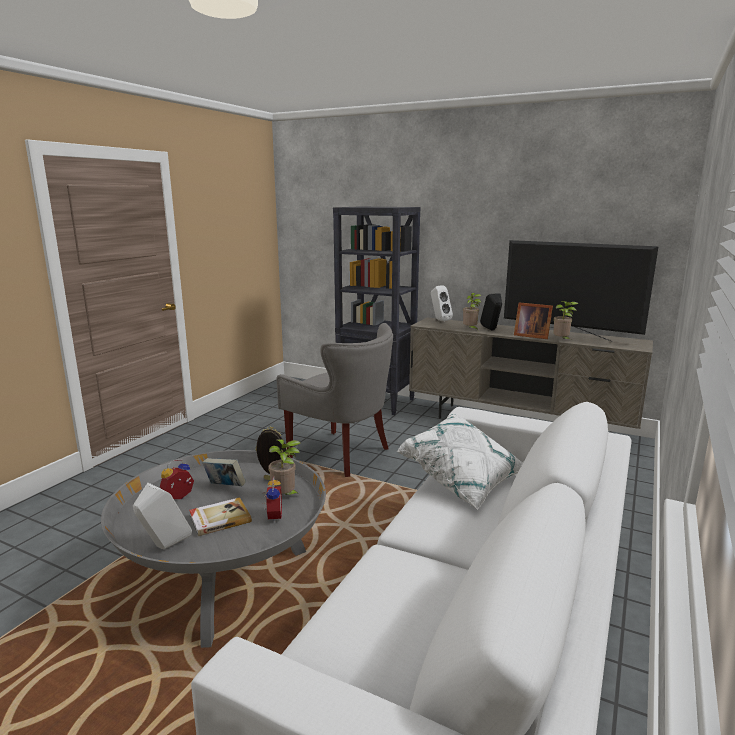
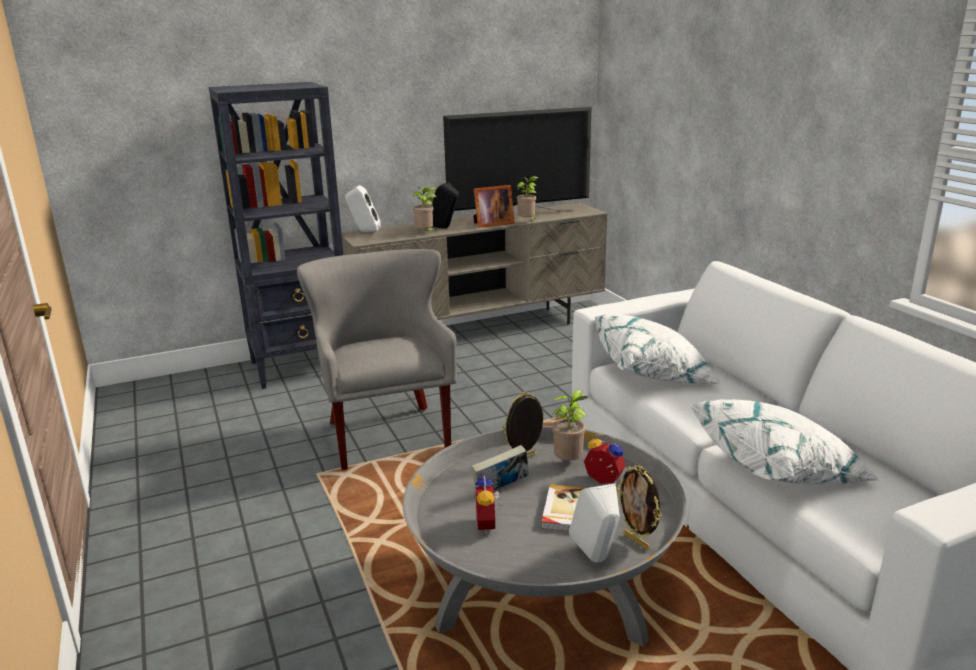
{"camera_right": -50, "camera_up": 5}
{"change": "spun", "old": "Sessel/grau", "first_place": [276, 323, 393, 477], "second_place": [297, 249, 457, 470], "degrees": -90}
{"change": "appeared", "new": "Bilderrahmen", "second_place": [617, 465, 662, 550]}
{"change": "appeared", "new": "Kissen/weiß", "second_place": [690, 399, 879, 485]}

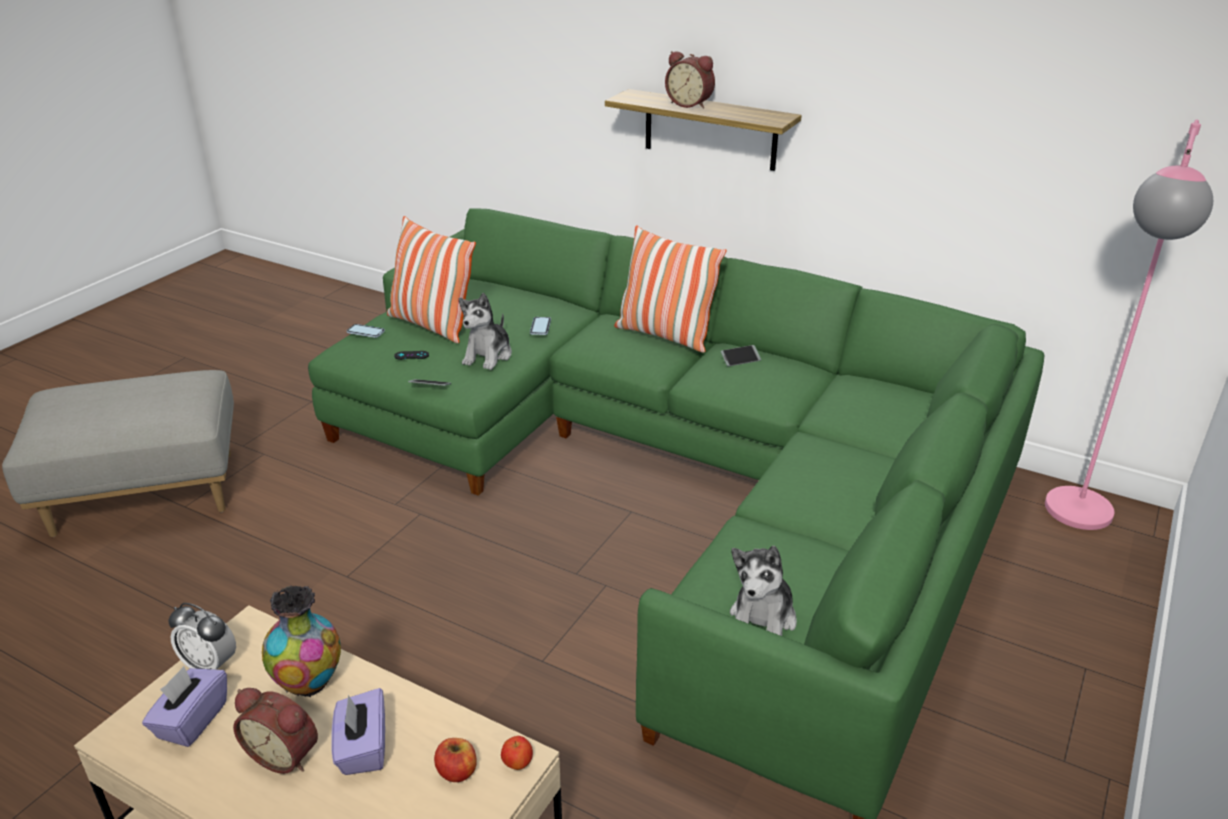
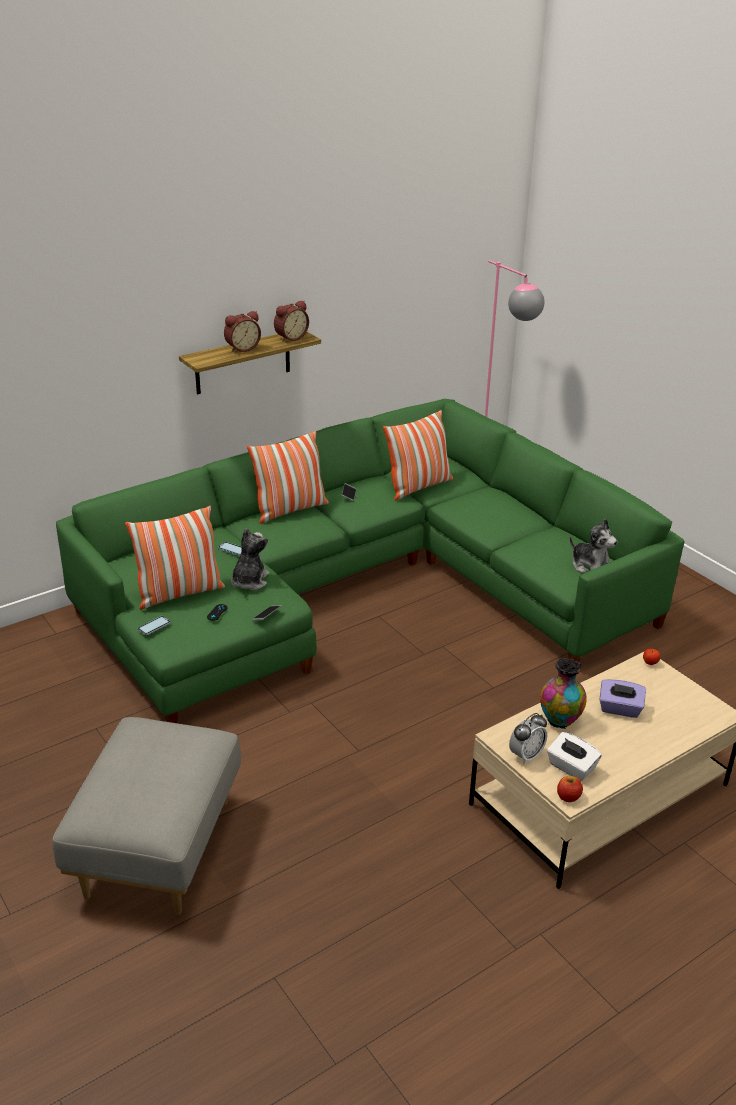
{"camera_right": -65, "camera_up": 0}
{"change": "colour", "old": "Taschentuchbox/lila", "new": "Taschentuchbox/weiß", "first_place": [142, 666, 227, 747], "second_place": [547, 732, 602, 781]}
{"change": "relocated", "old": "Wecker", "first_place": [233, 688, 318, 774], "second_place": [274, 301, 309, 342]}
{"change": "relocated", "old": "Apfel", "first_place": [434, 738, 477, 782], "second_place": [557, 776, 583, 802]}
{"change": "spun", "old": "Plüschtier", "first_place": [459, 293, 512, 370], "second_place": [231, 528, 269, 591], "degrees": -120}
{"change": "appeared", "new": "Kissen", "second_place": [383, 410, 453, 501]}

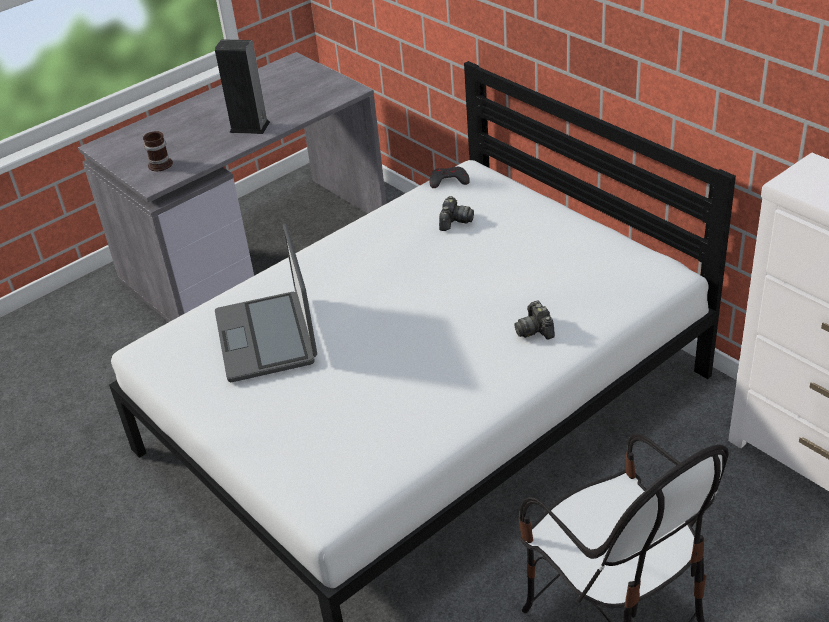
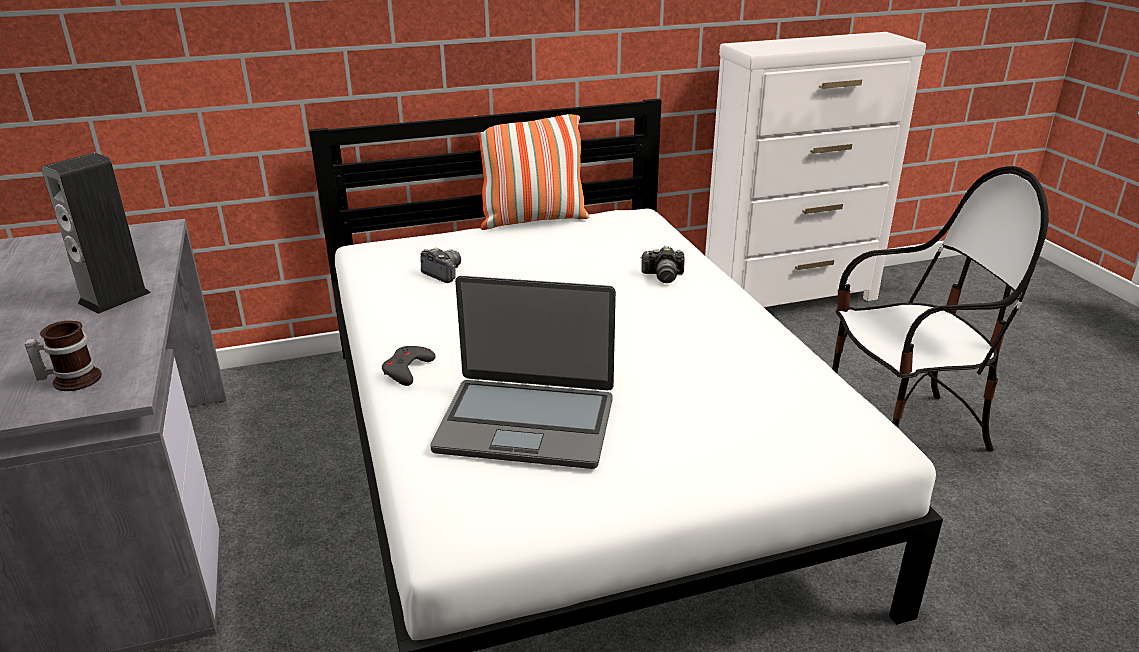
{"camera_right": -70, "camera_up": -10}
{"change": "relocated", "old": "Gamepad/grau", "first_place": [429, 167, 470, 188], "second_place": [382, 346, 436, 386]}
{"change": "appeared", "new": "Kissen", "second_place": [474, 114, 589, 230]}

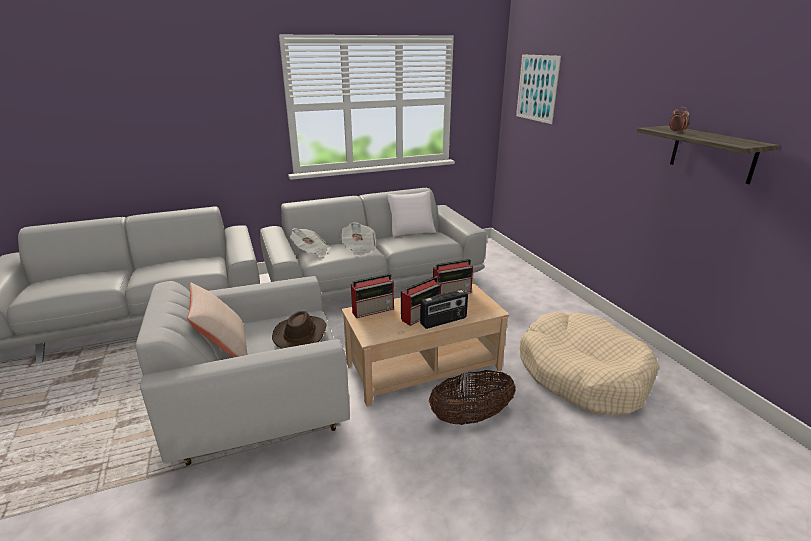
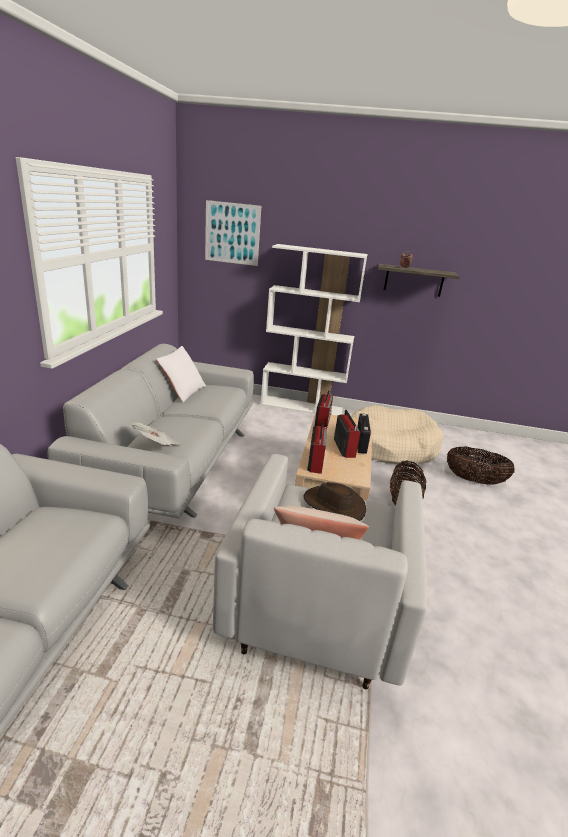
{"camera_right": -60, "camera_up": 0}
{"change": "missing", "old": "Zeitung", "first_place": [341, 222, 376, 256]}
{"change": "appeared", "new": "Bücherregal/weiß", "second_place": [261, 244, 368, 415]}
{"change": "appeared", "new": "Korb", "second_place": [447, 447, 515, 484]}

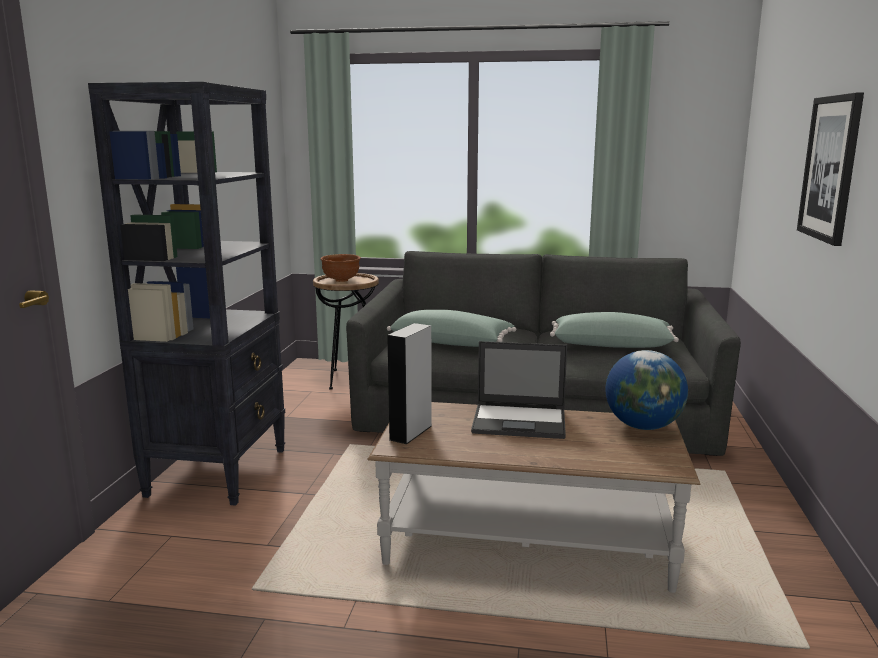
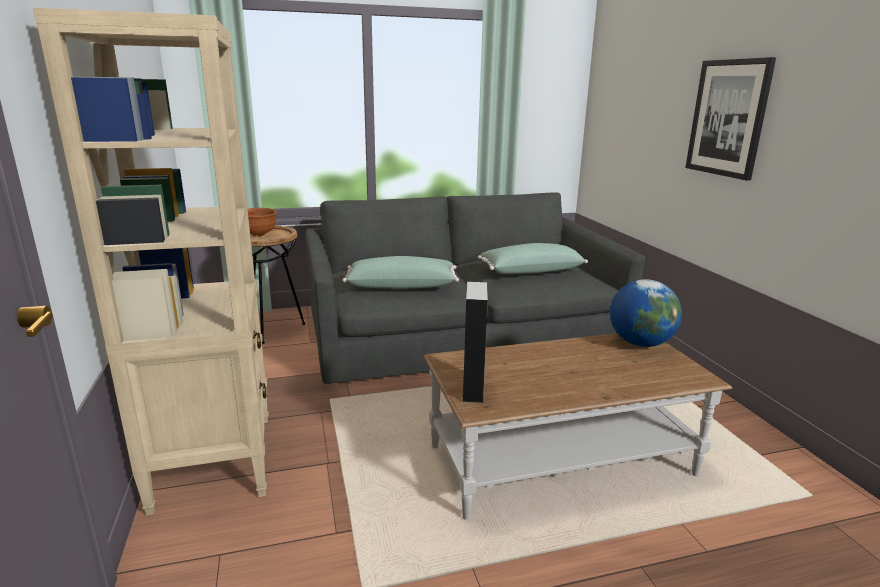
{"camera_right": -25, "camera_up": 5}
{"change": "colour", "old": "Bücherregal/schwarz", "new": "Bücherregal/beige", "first_place": [88, 82, 285, 506], "second_place": [33, 8, 268, 515]}
{"change": "missing", "old": "Laptop", "first_place": [471, 341, 567, 439]}

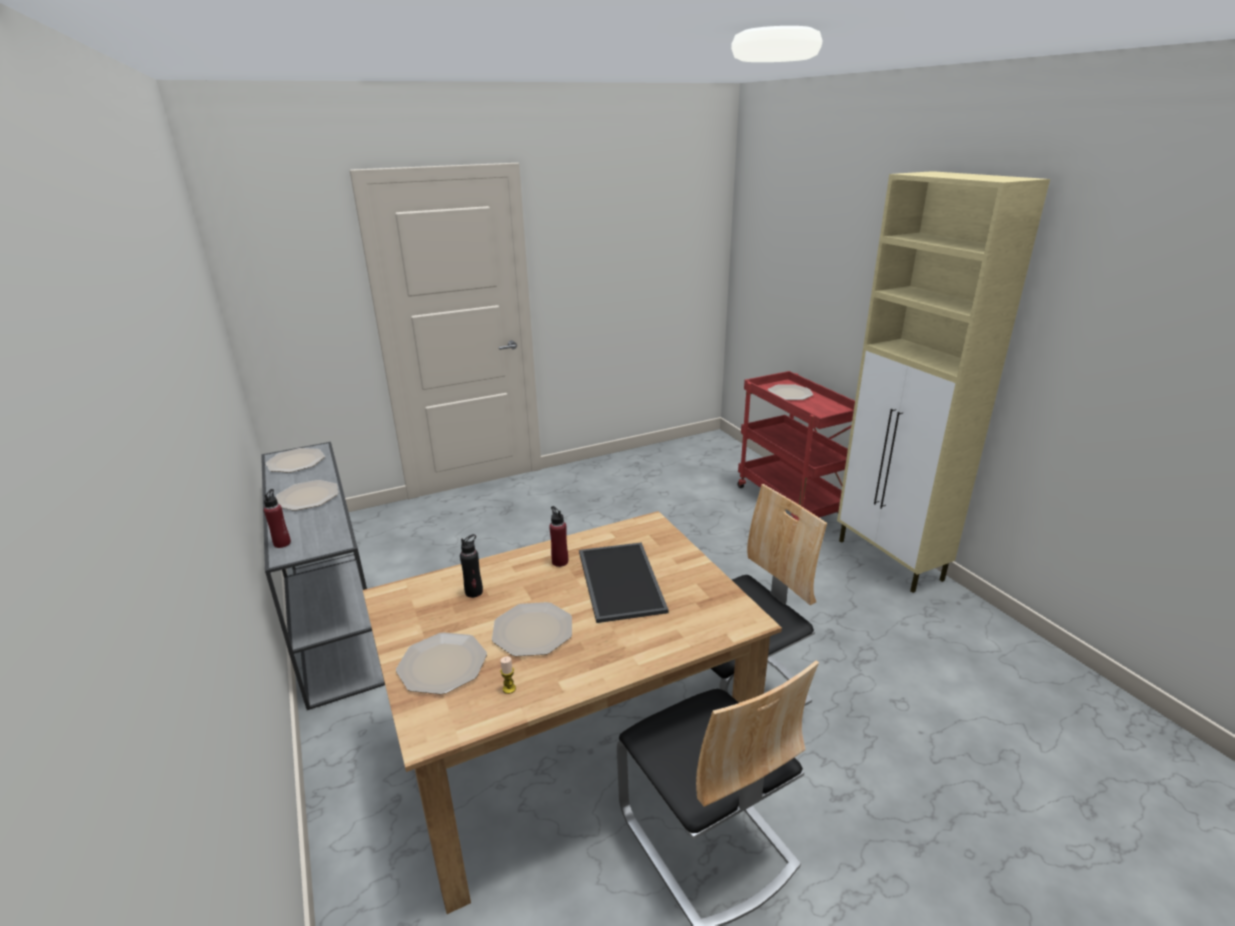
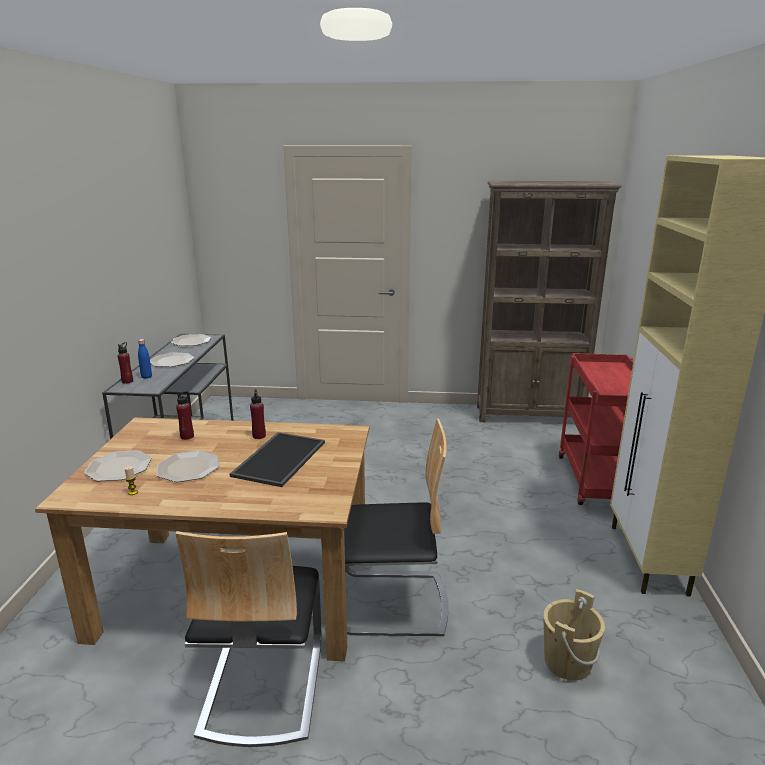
{"camera_right": 30, "camera_up": -5}
{"change": "colour", "old": "Flasche/schwarz", "new": "Flasche/rot", "first_place": [460, 534, 483, 598], "second_place": [176, 391, 194, 440]}
{"change": "missing", "old": "Teller", "first_place": [768, 384, 813, 400]}
{"change": "appeared", "new": "Flasche/blau", "second_place": [138, 339, 152, 379]}
{"change": "appeared", "new": "Bücherregal/braun", "second_place": [477, 181, 622, 422]}
{"change": "appeared", "new": "Eimer/beige", "second_place": [543, 589, 605, 681]}

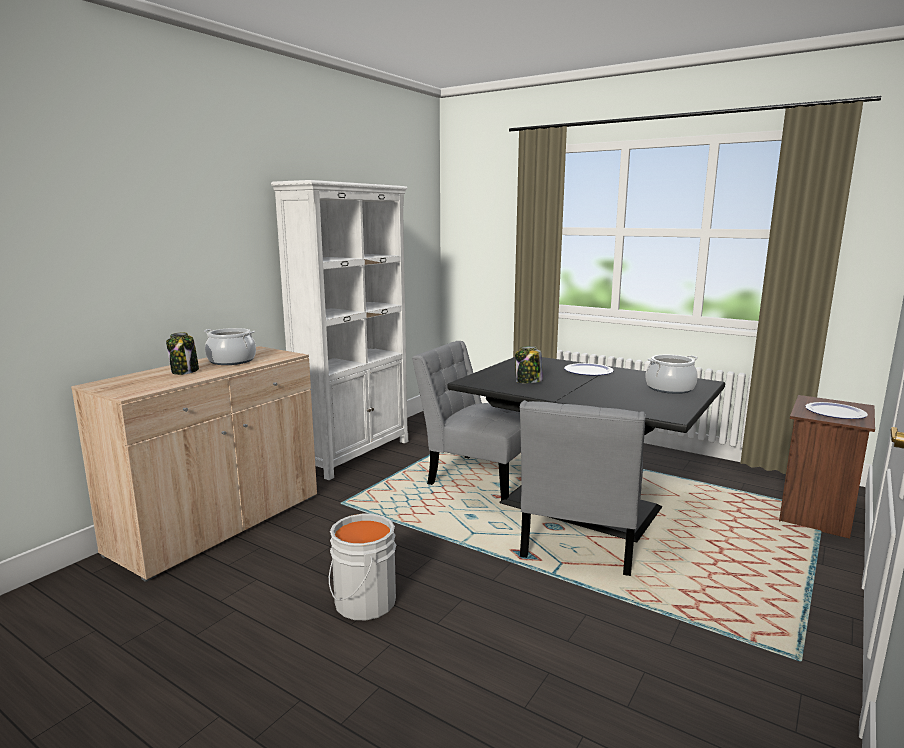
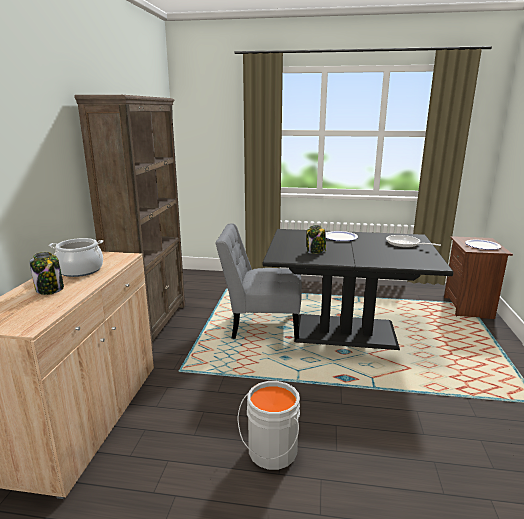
{"camera_right": -25, "camera_up": 5}
{"change": "colour", "old": "Bücherregal/weiß", "new": "Bücherregal/braun", "first_place": [271, 180, 408, 480], "second_place": [74, 95, 185, 351]}
{"change": "missing", "old": "Stuhl/grau", "first_place": [520, 400, 646, 576]}
{"change": "exchanged", "old": "Kochtopf", "new": "Pfanne", "first_place": [645, 355, 698, 394], "second_place": [386, 235, 441, 248]}

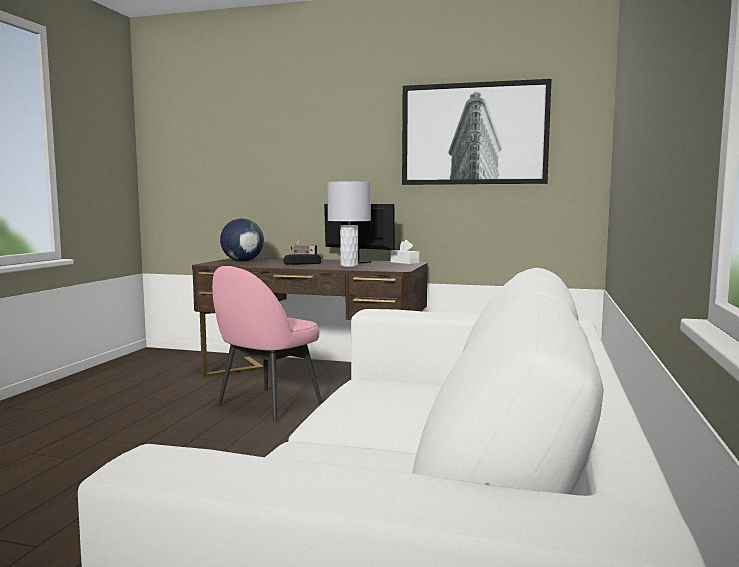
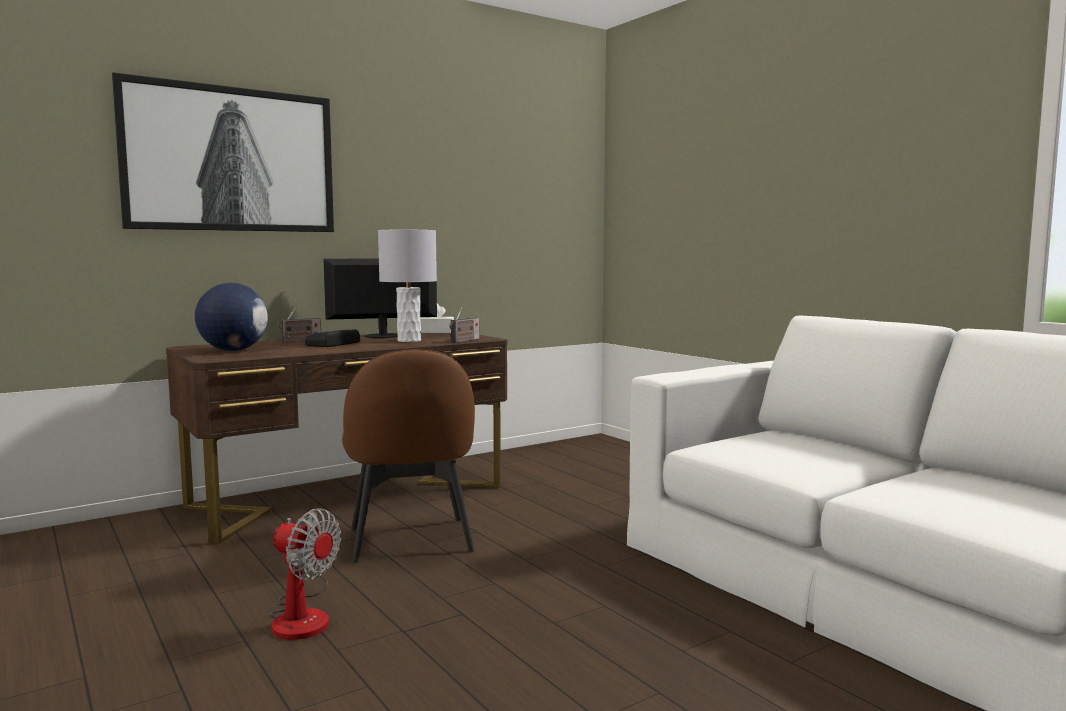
{"camera_right": -50, "camera_up": 0}
{"change": "colour", "old": "Stuhl/rosa", "new": "Stuhl/braun", "first_place": [212, 266, 322, 423], "second_place": [342, 349, 475, 563]}
{"change": "relocated", "old": "Bild", "first_place": [402, 79, 551, 185], "second_place": [112, 72, 334, 232]}
{"change": "appeared", "new": "Ventilator", "second_place": [270, 508, 341, 640]}
{"change": "appeared", "new": "Radio", "second_place": [450, 307, 479, 343]}

